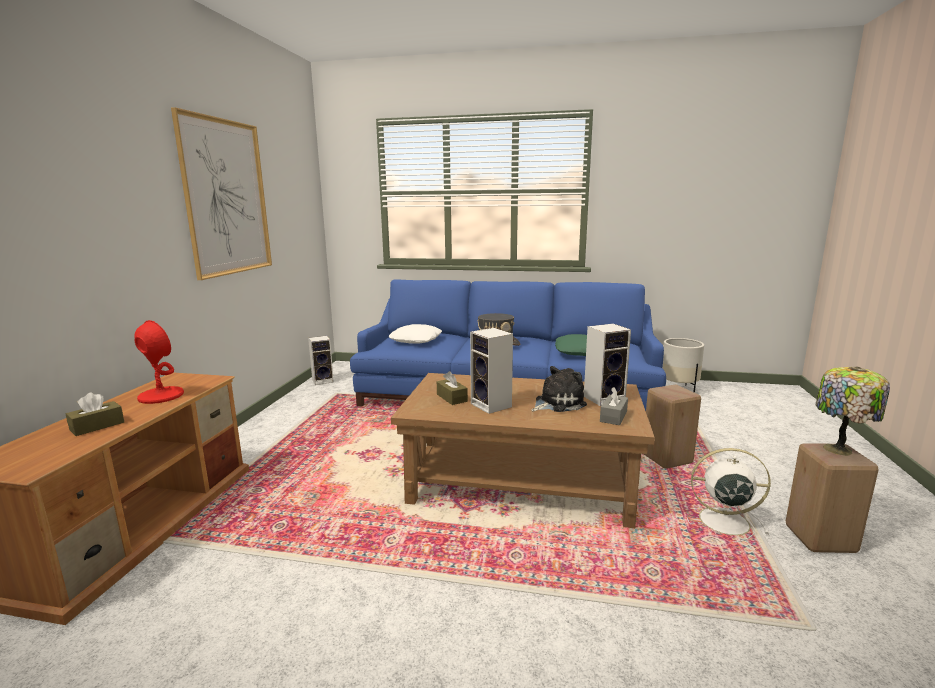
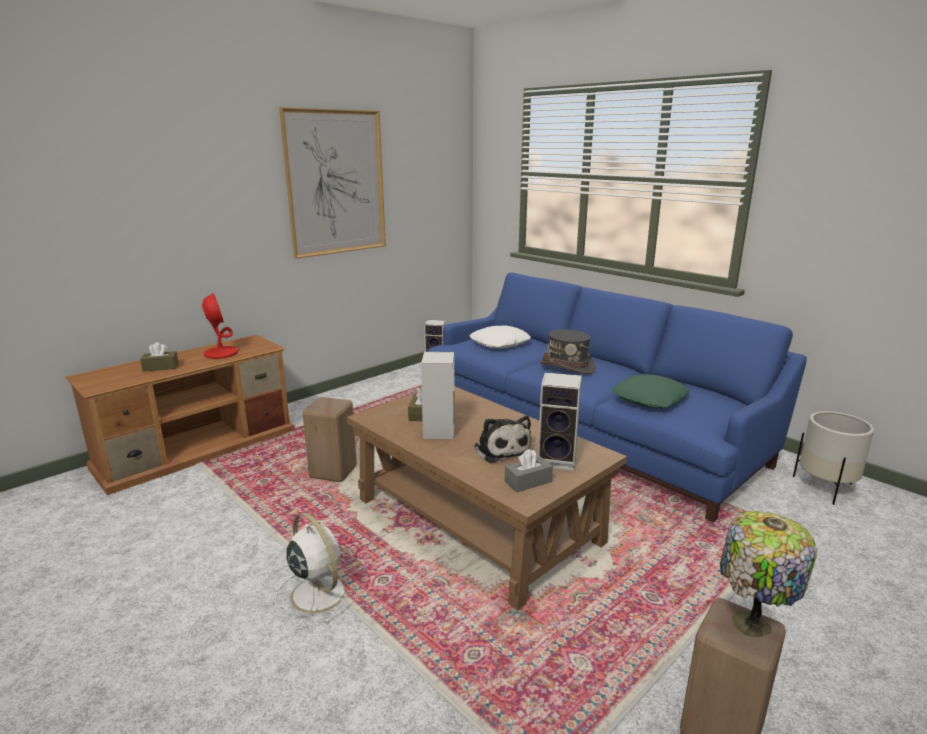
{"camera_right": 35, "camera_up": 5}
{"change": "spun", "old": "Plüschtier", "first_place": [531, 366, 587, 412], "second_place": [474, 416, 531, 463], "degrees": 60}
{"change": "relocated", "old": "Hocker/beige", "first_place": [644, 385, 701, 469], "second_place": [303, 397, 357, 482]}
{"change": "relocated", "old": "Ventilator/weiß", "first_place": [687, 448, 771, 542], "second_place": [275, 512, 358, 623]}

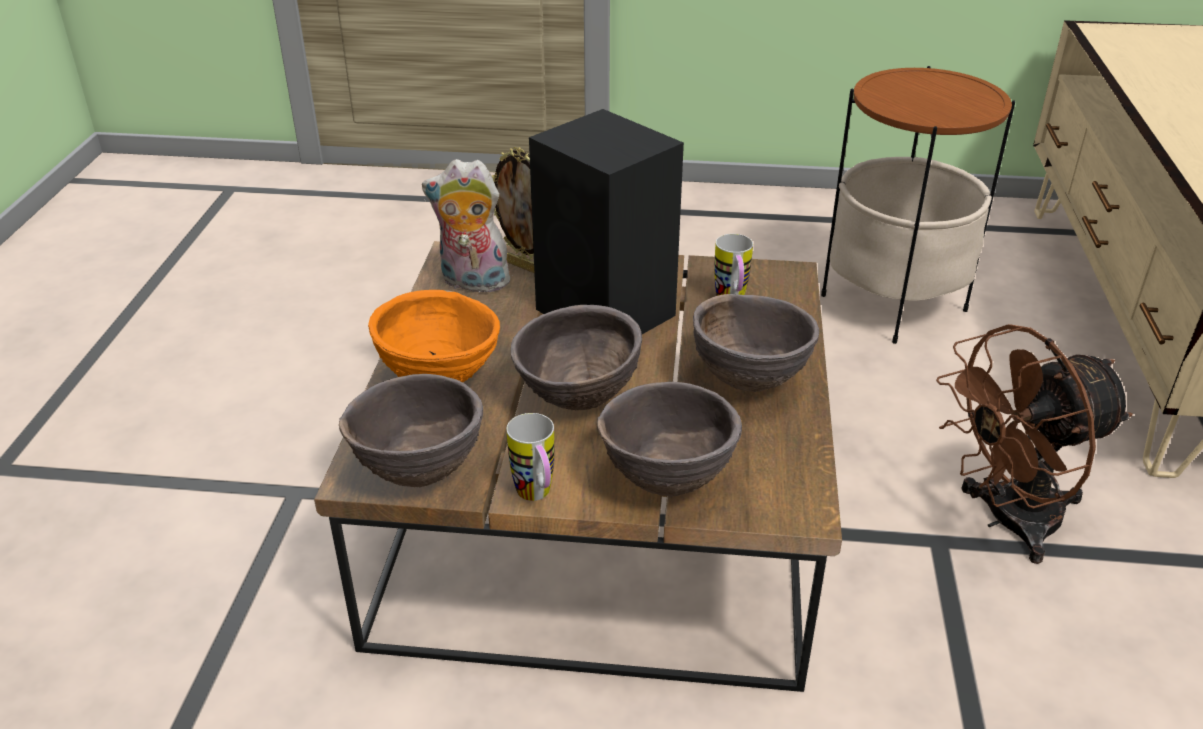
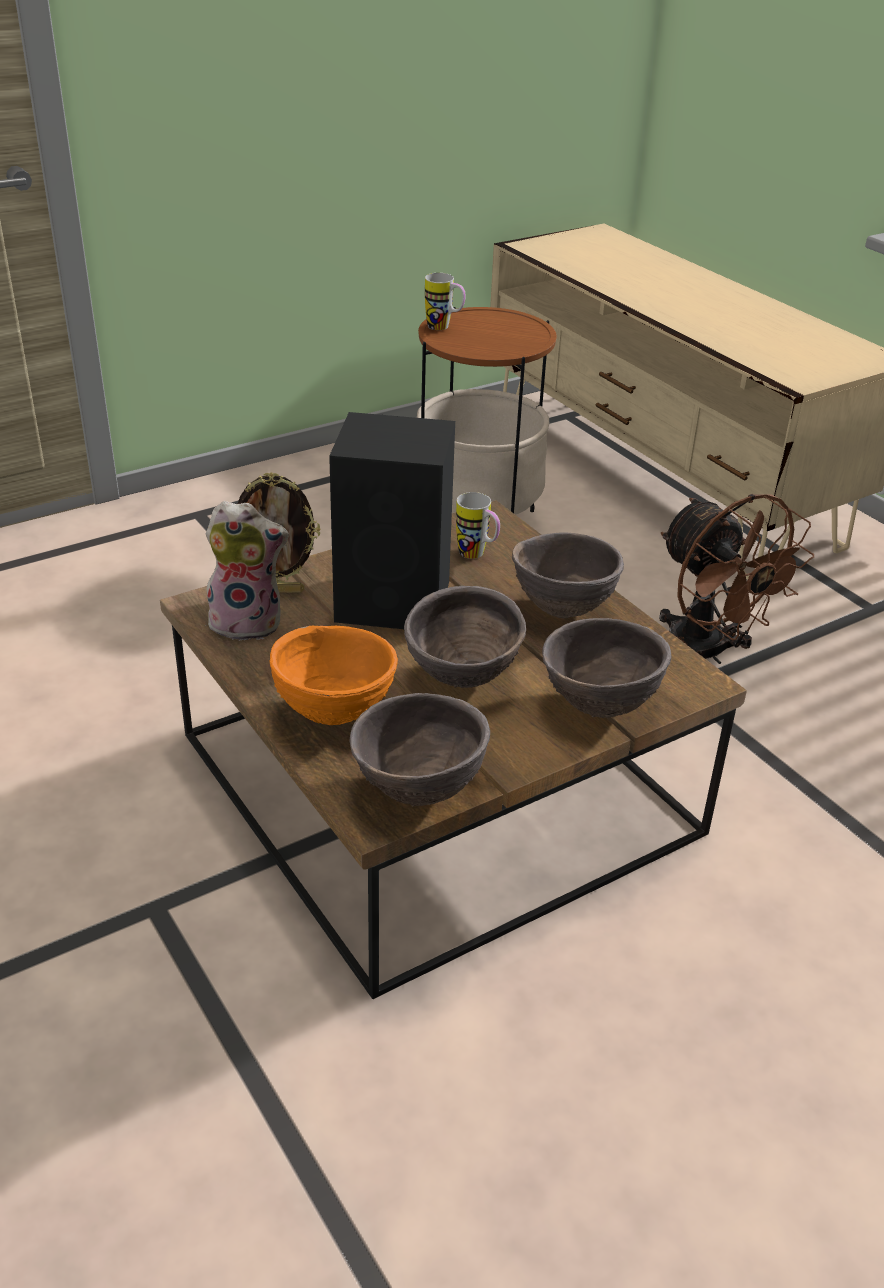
{"camera_right": -40, "camera_up": 0}
{"change": "spun", "old": "Plüschtier", "first_place": [422, 159, 513, 292], "second_place": [206, 501, 289, 641], "degrees": -150}
{"change": "relocated", "old": "Henkelbecher", "first_place": [506, 413, 554, 501], "second_place": [425, 273, 465, 330]}
{"change": "spun", "old": "Ventilator/braun", "first_place": [936, 324, 1133, 564], "second_place": [659, 494, 814, 664], "degrees": -60}

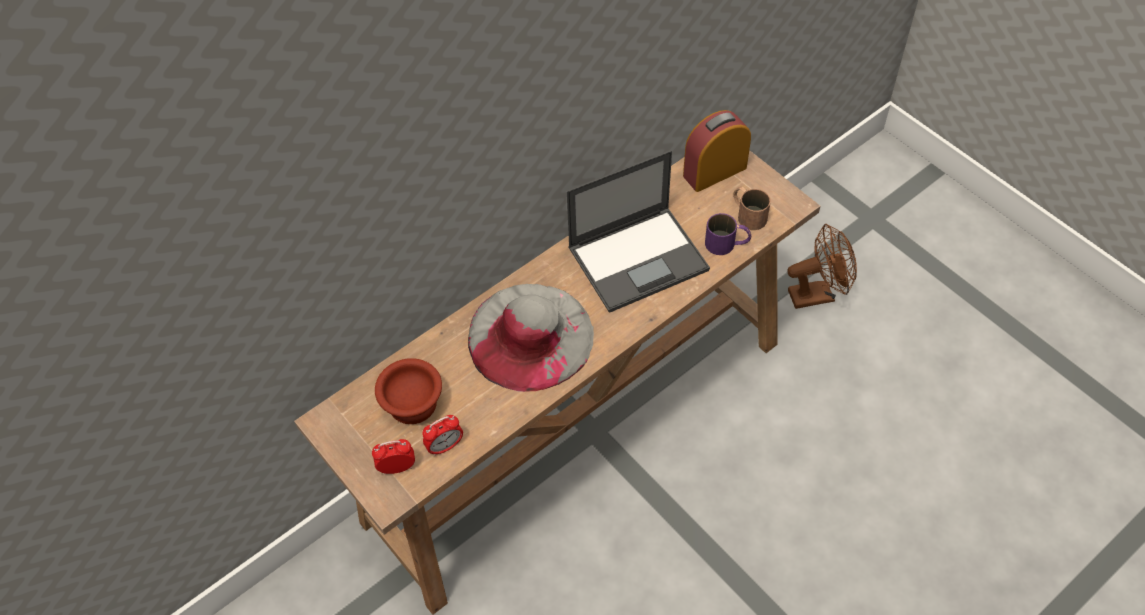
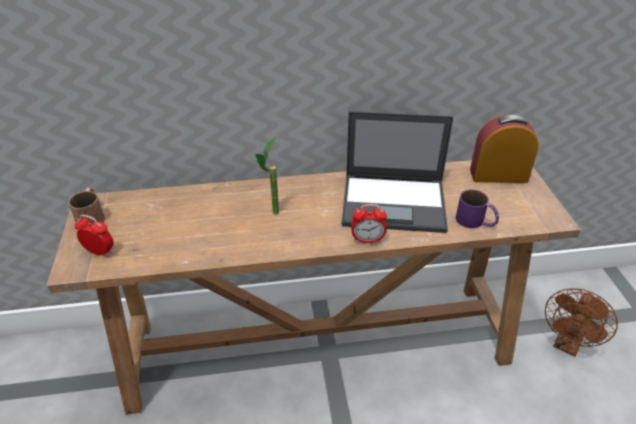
{"camera_right": 30, "camera_up": -15}
{"change": "missing", "old": "Schüssel/braun", "first_place": [375, 358, 442, 424]}
{"change": "relocated", "old": "Wecker", "first_place": [422, 415, 463, 456], "second_place": [351, 204, 387, 243]}
{"change": "exchanged", "old": "Hut/grau", "new": "Topfpflanze", "first_place": [468, 284, 594, 392], "second_place": [251, 137, 279, 214]}
{"change": "relocated", "old": "Henkelbecher/braun", "first_place": [733, 187, 771, 230], "second_place": [68, 188, 105, 223]}
{"change": "spun", "old": "Ventilator/braun", "first_place": [787, 224, 857, 309], "second_place": [545, 288, 618, 357], "degrees": 105}

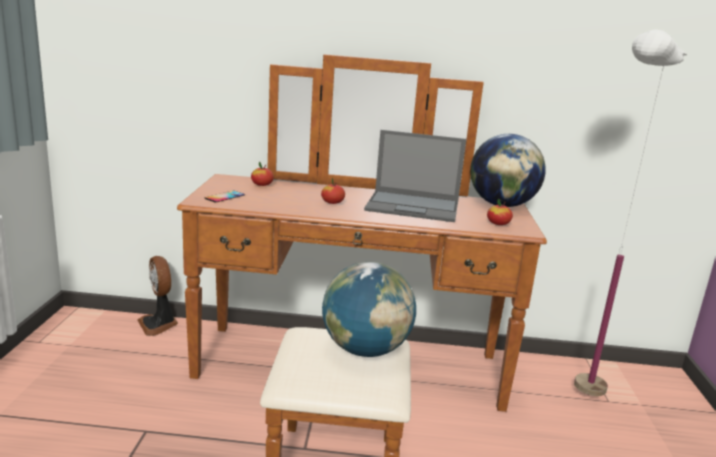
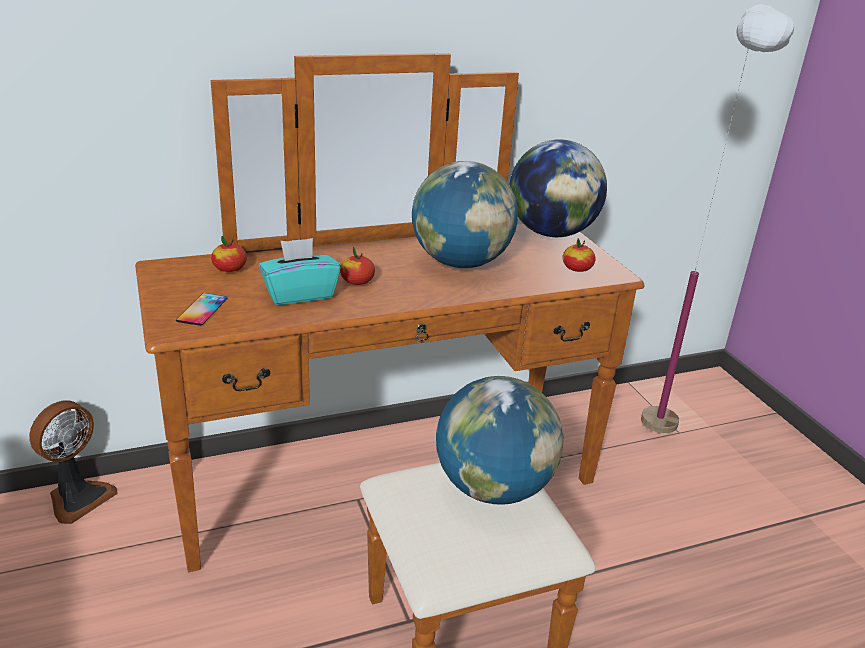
{"camera_right": -25, "camera_up": 10}
{"change": "spun", "old": "Ventilator", "first_place": [138, 256, 178, 336], "second_place": [29, 400, 118, 524], "degrees": -90}
{"change": "exchanged", "old": "Laptop", "new": "Globus", "first_place": [364, 130, 466, 222], "second_place": [412, 161, 518, 268]}
{"change": "appeared", "new": "Taschentuchbox/türkis", "second_place": [259, 238, 341, 305]}

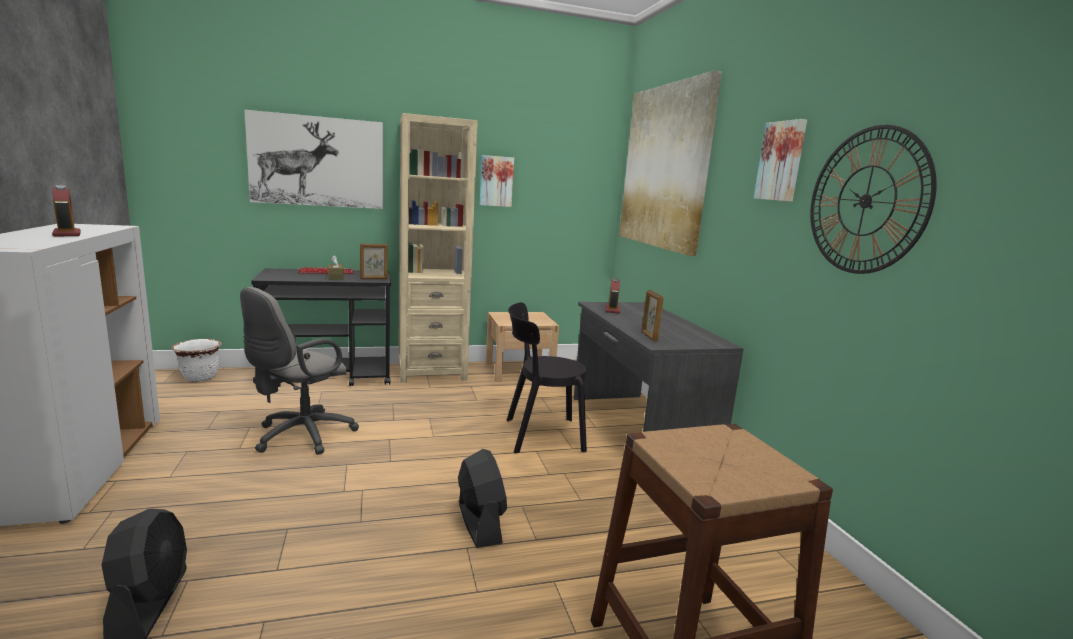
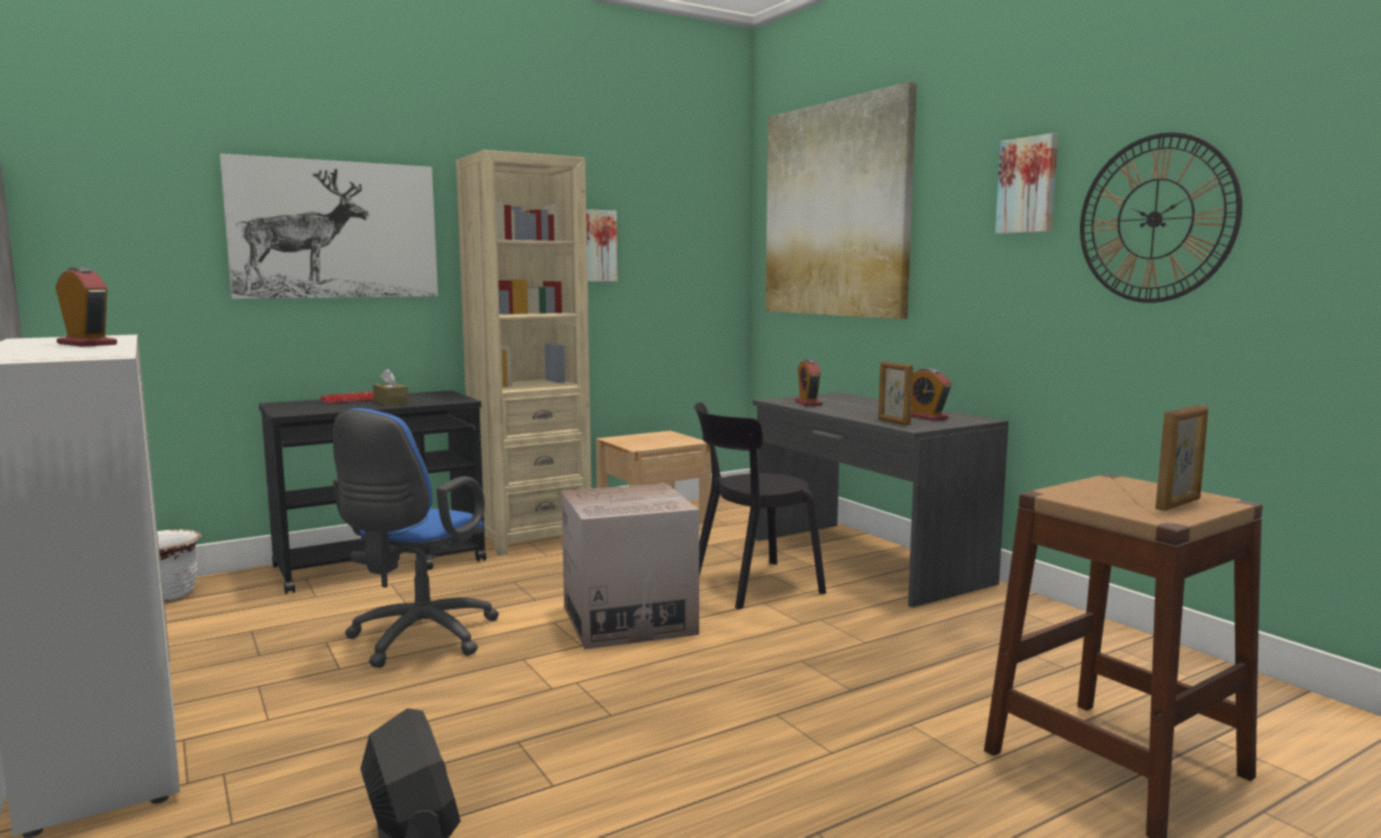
{"camera_right": -15, "camera_up": -5}
{"change": "colour", "old": "Bürostuhl/grau", "new": "Bürostuhl/blau", "first_place": [240, 287, 359, 455], "second_place": [333, 408, 499, 668]}
{"change": "relocated", "old": "Bilderrahmen", "first_place": [360, 244, 388, 279], "second_place": [1155, 405, 1208, 511]}
{"change": "missing", "old": "Ventilator/schwarz", "first_place": [458, 449, 507, 548]}
{"change": "appeared", "new": "Karton", "second_place": [561, 483, 699, 649]}
{"change": "appeared", "new": "Wecker", "second_place": [911, 368, 952, 421]}

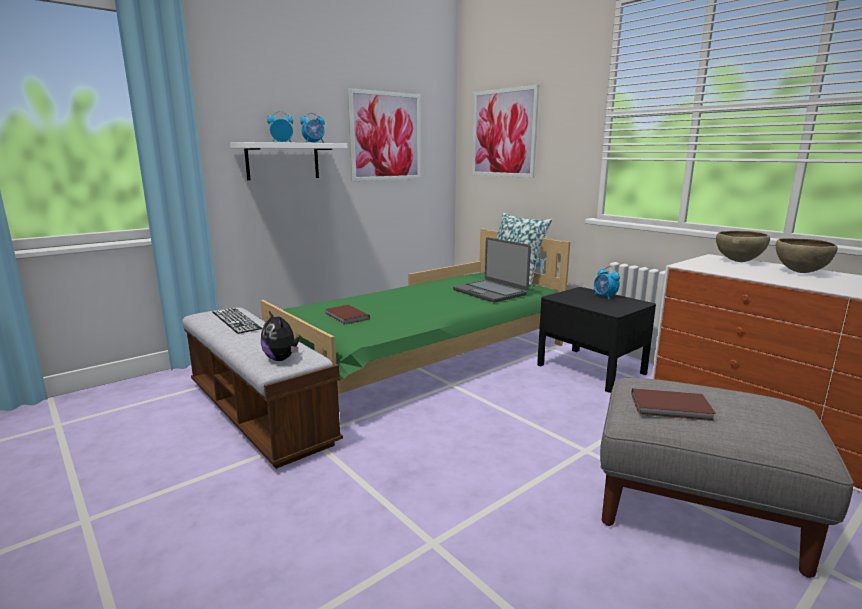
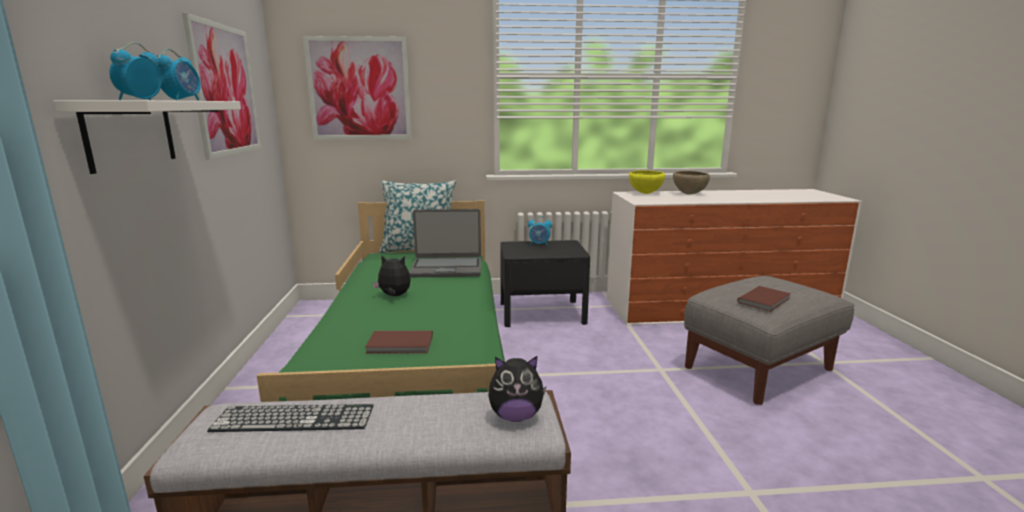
{"camera_right": -55, "camera_up": 0}
{"change": "colour", "old": "Schüssel/braun", "new": "Schüssel/gelb", "first_place": [716, 231, 770, 262], "second_place": [629, 170, 665, 194]}
{"change": "appeared", "new": "Plüschtier", "second_place": [372, 256, 411, 296]}

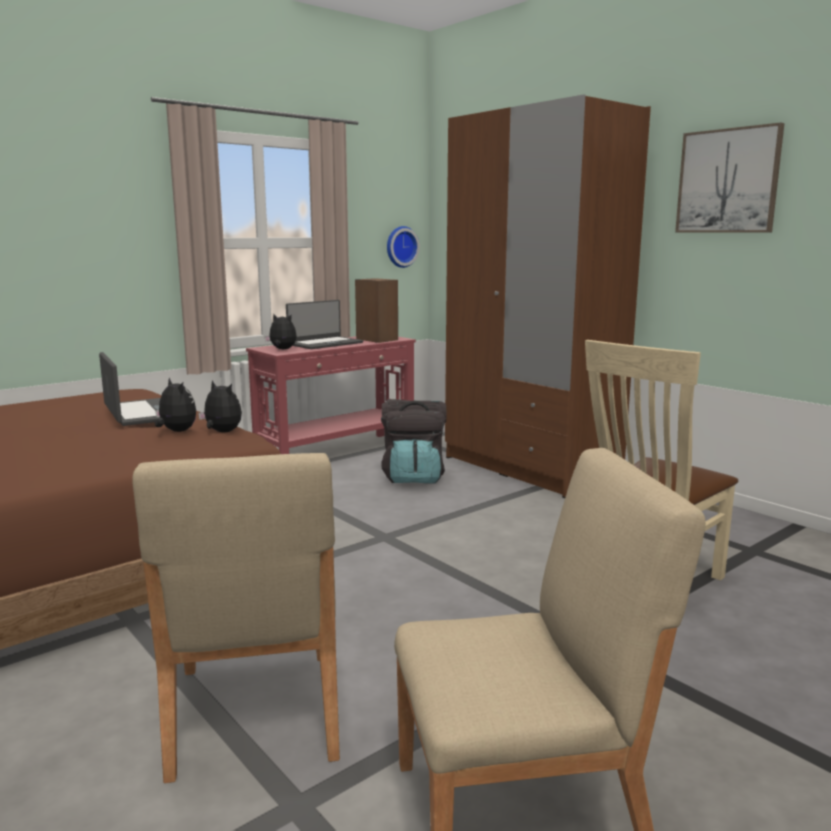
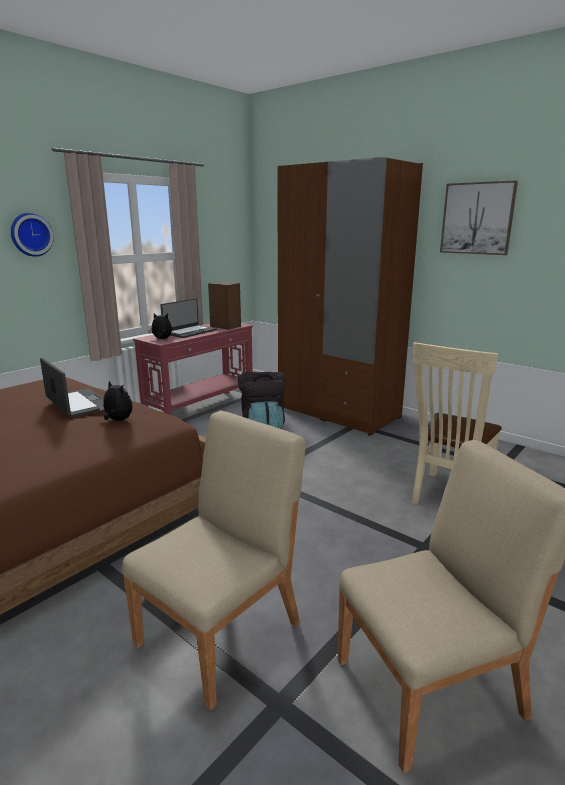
{"camera_right": -10, "camera_up": 5}
{"change": "spun", "old": "Stuhl/beige", "first_place": [132, 453, 340, 783], "second_place": [122, 411, 306, 710], "degrees": -120}
{"change": "missing", "old": "Plüschtier", "first_place": [198, 380, 242, 432]}
{"change": "relocated", "old": "Wanduhr", "first_place": [387, 226, 420, 268], "second_place": [11, 213, 54, 257]}

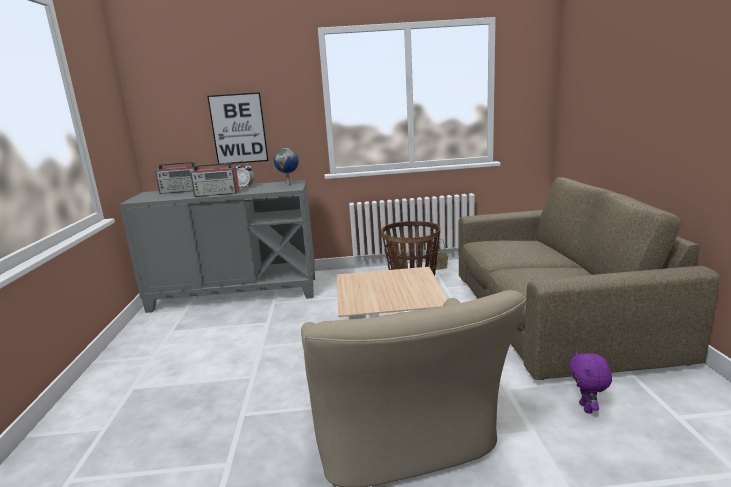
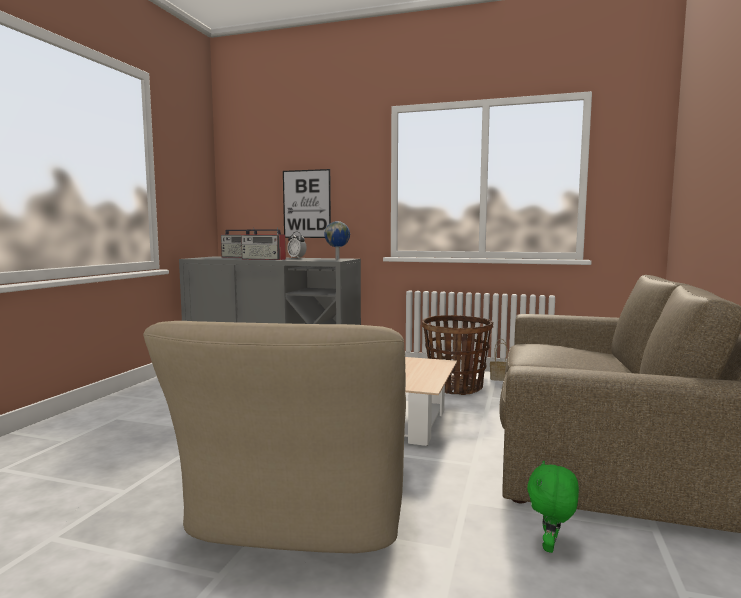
{"camera_right": 20, "camera_up": -10}
{"change": "colour", "old": "Plüschtier/lila", "new": "Plüschtier/grün", "first_place": [569, 351, 612, 413], "second_place": [527, 461, 579, 553]}

